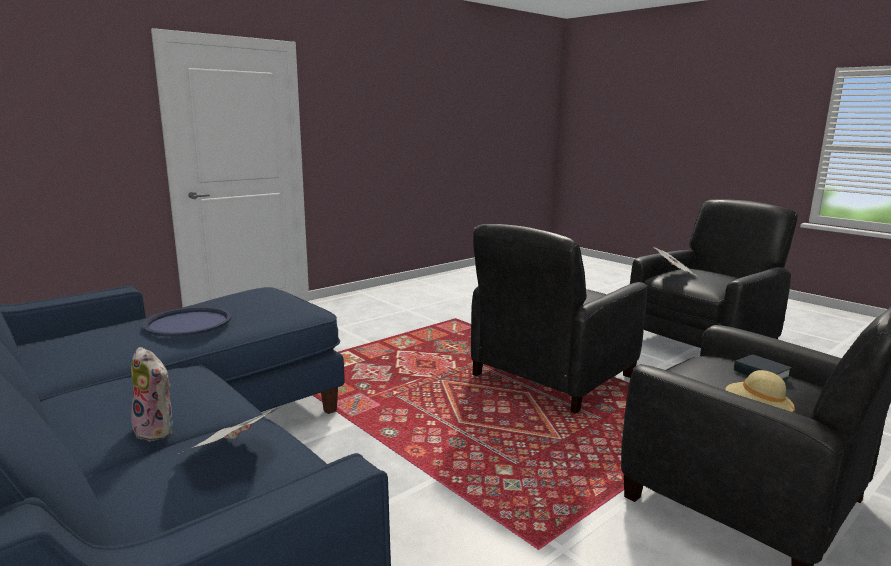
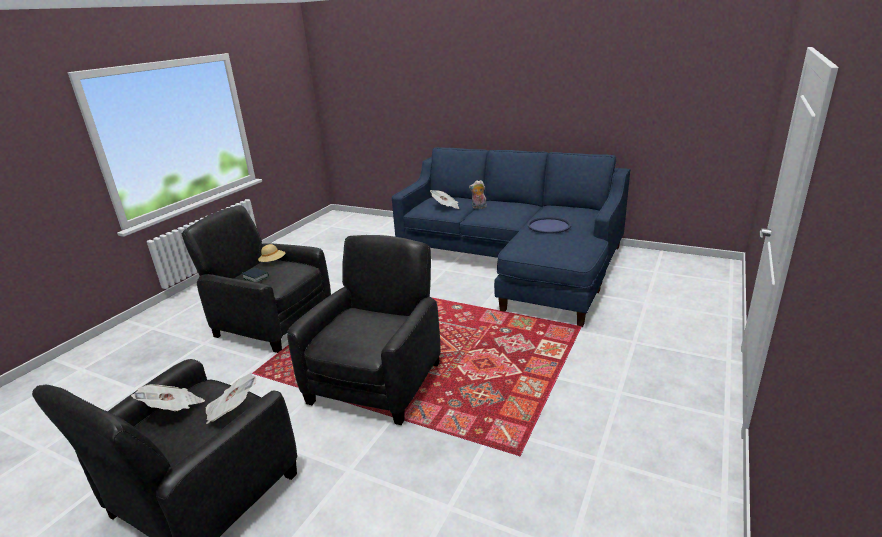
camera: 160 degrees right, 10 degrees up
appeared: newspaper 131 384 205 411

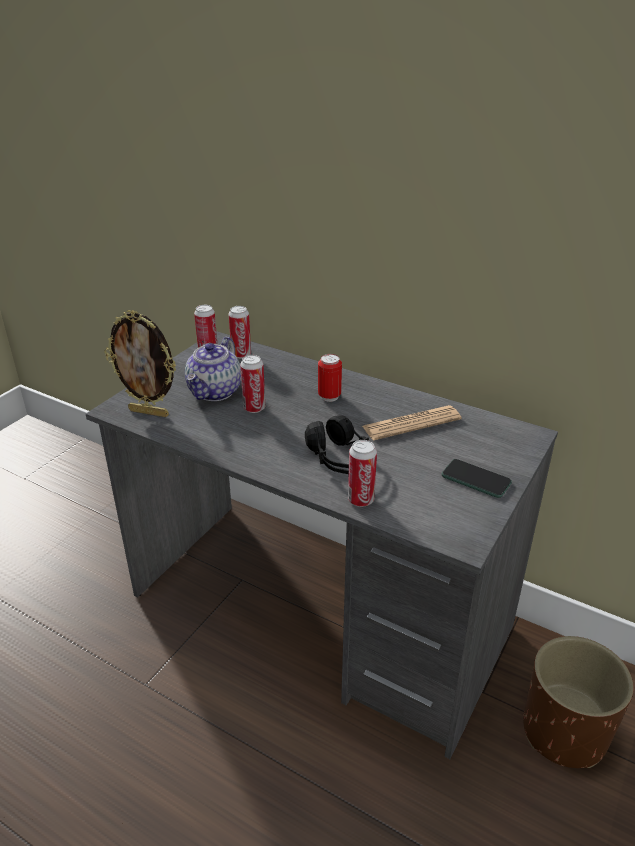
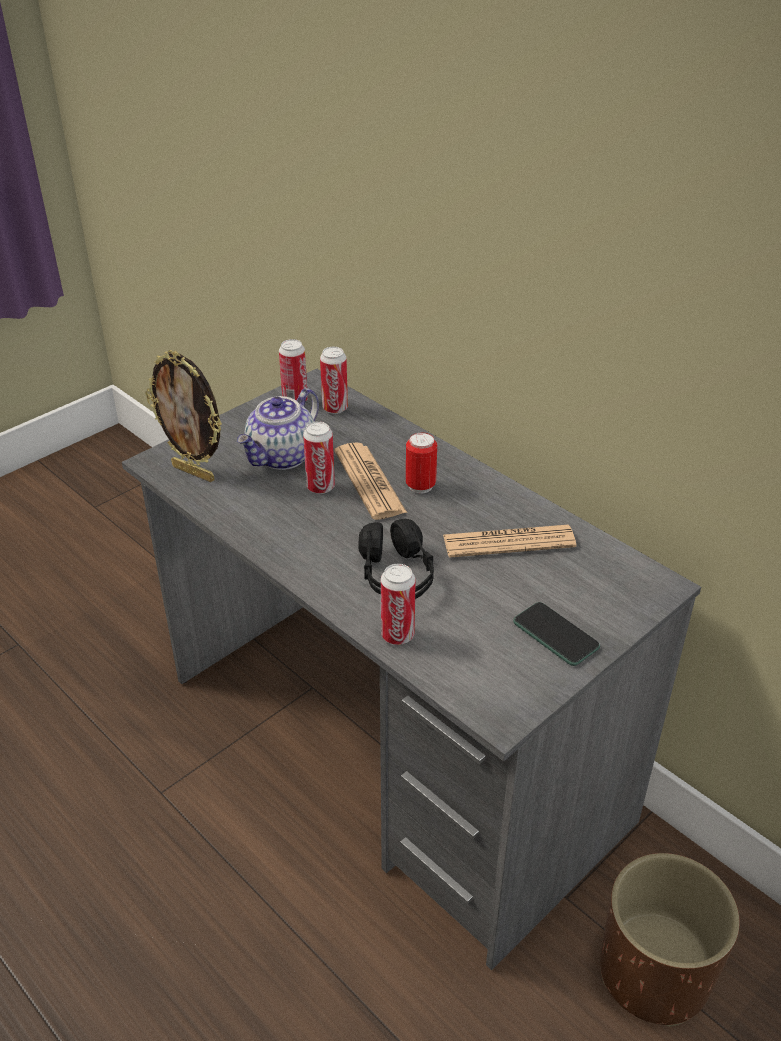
camera: 15 degrees right, 5 degrees up
appeared: newspaper 334 442 407 520

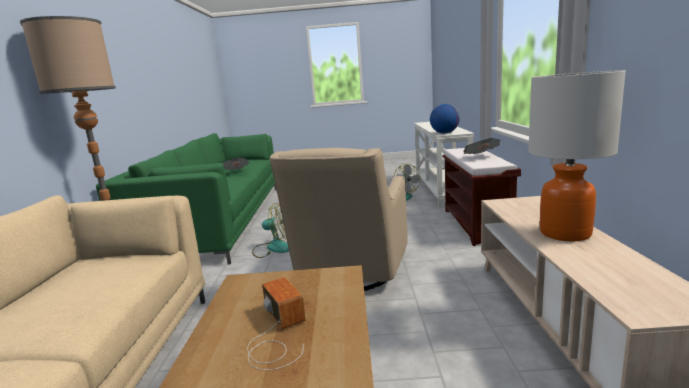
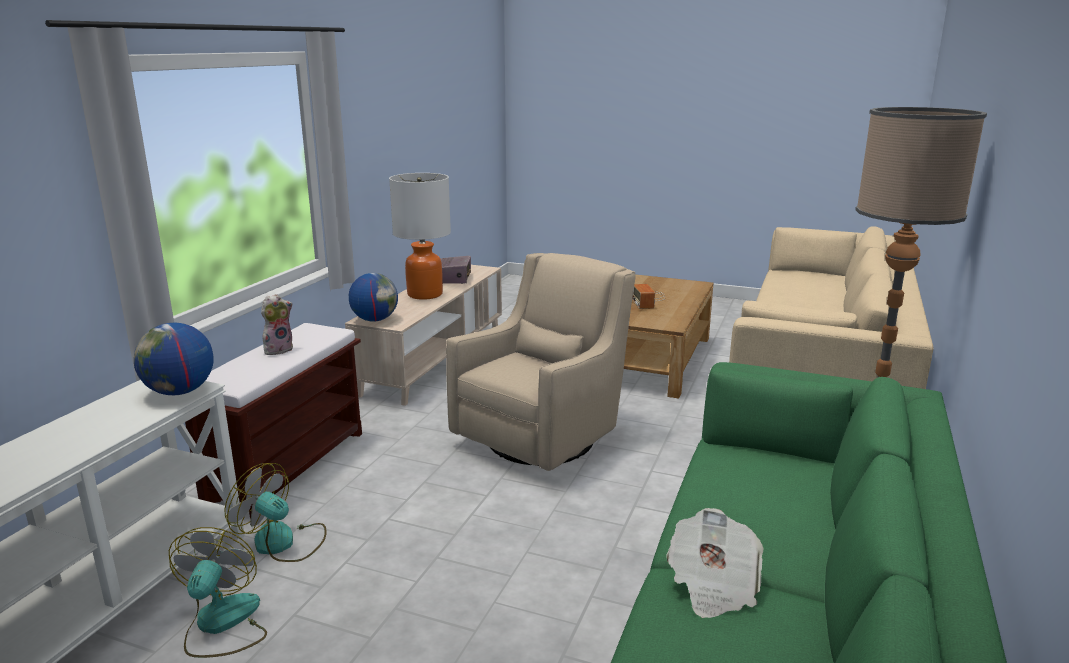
camera: 160 degrees left, 5 degrees up
appeared: radio 441 256 471 284; globe 349 273 398 322
relocated: fan 252 203 289 258 to 225 463 327 562
exchanged: newspaper 463 138 500 154 to plush toy 261 294 293 355

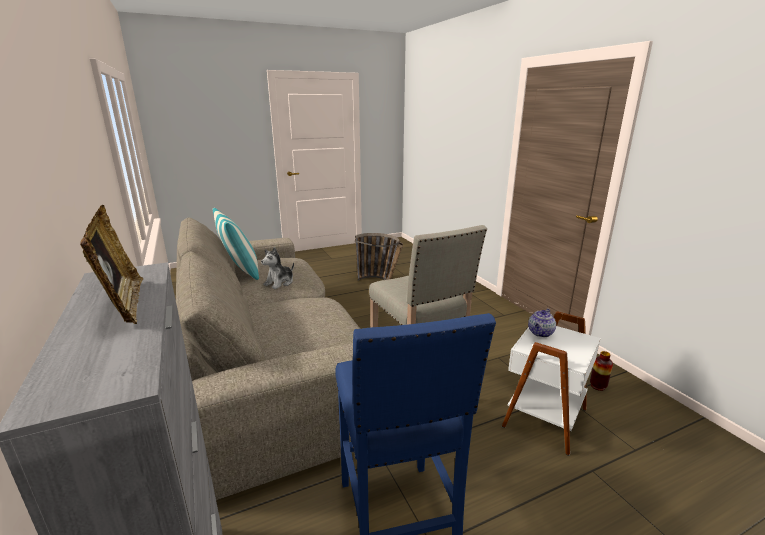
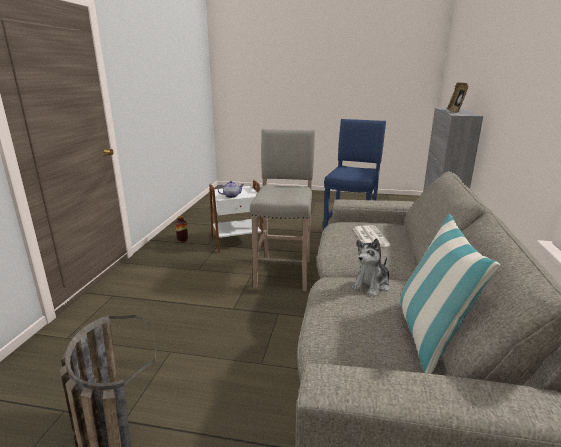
camera: 145 degrees left, 0 degrees up
appeared: newspaper 353 226 390 247
spun: plush toy 261 247 294 289 = 352 238 390 297 150 degrees clockwise

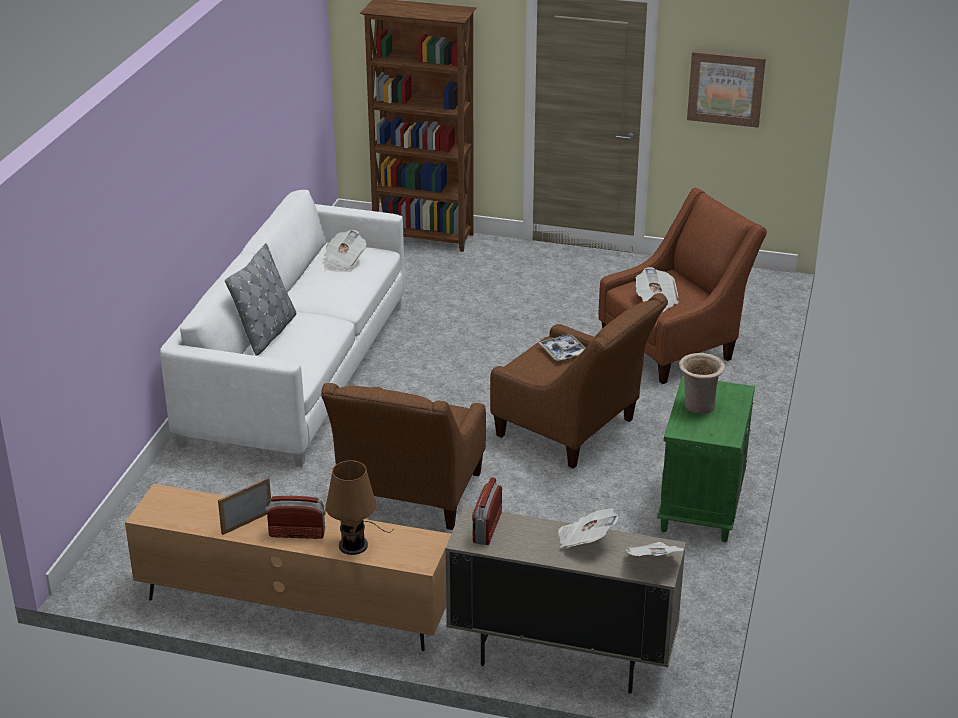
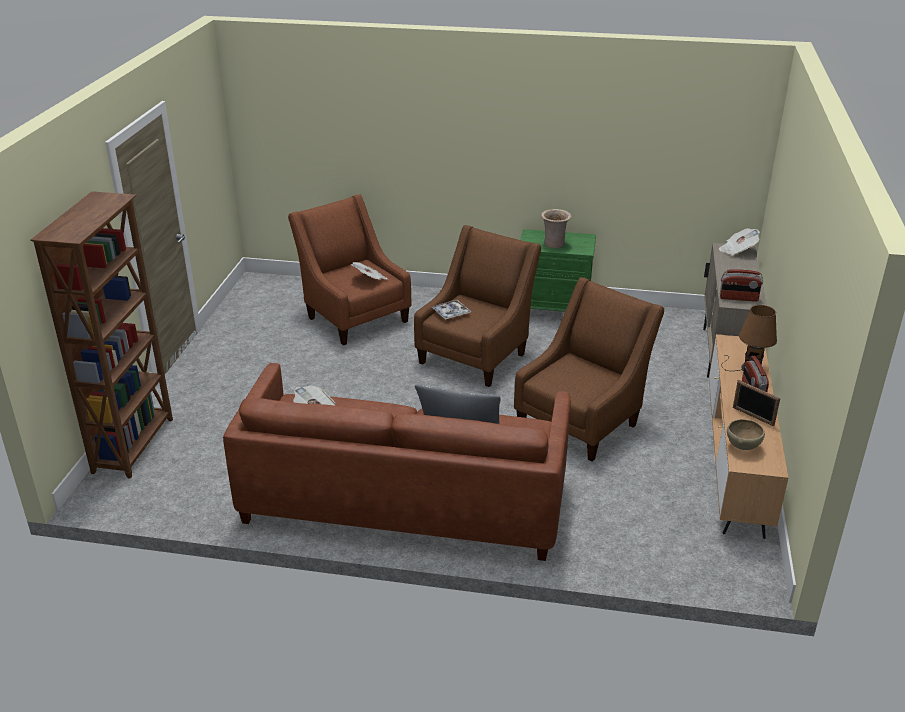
camera: 95 degrees left, 0 degrees up
missing: picture 687 51 766 128; newspaper 558 508 618 548
appeared: brown bowl 727 419 765 450
colour: white sofa 160 190 405 467 to brown sofa 223 363 571 561
spun: brown armchair 321 383 486 530 = 514 277 664 462 60 degrees counterclockwise

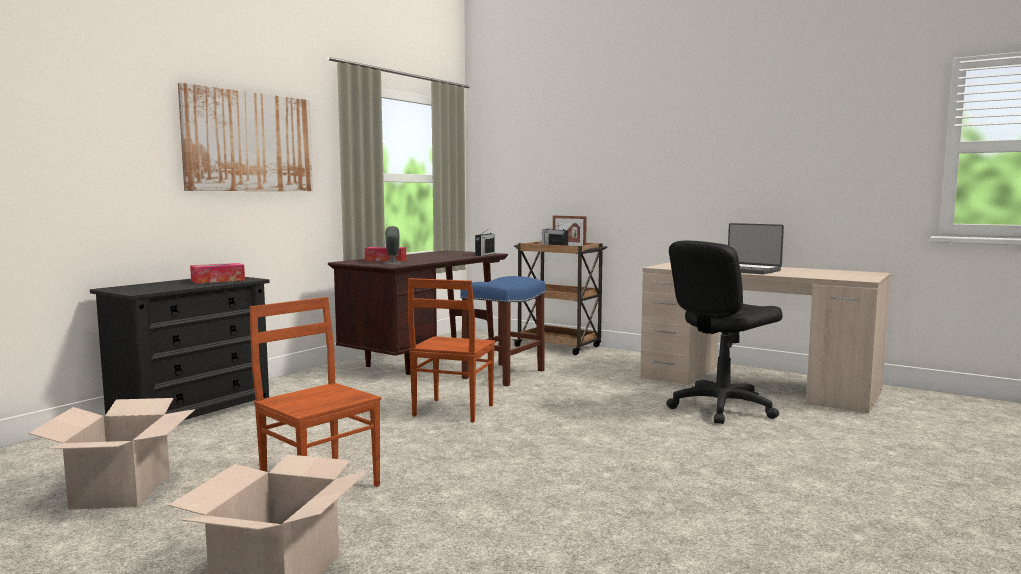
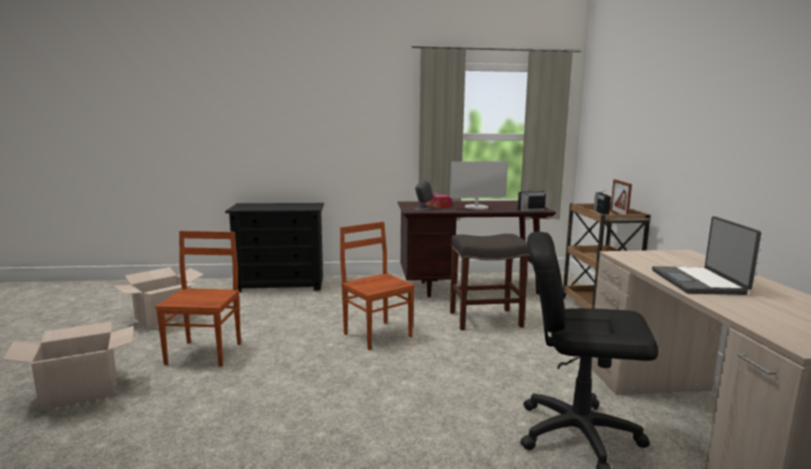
camera: 50 degrees right, 5 degrees up
missing: picture 178 83 313 191; tissue box 190 263 245 284
appeared: monitor 450 161 508 210
colour: blue stool 460 276 546 386 to grey stool 450 234 530 330
spun: brown chair 408 278 495 423 = 340 222 415 350 75 degrees clockwise

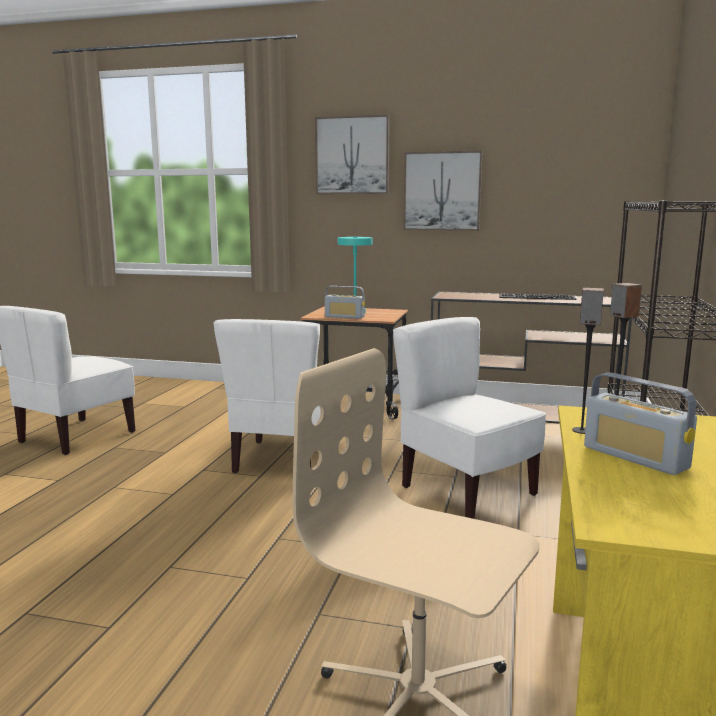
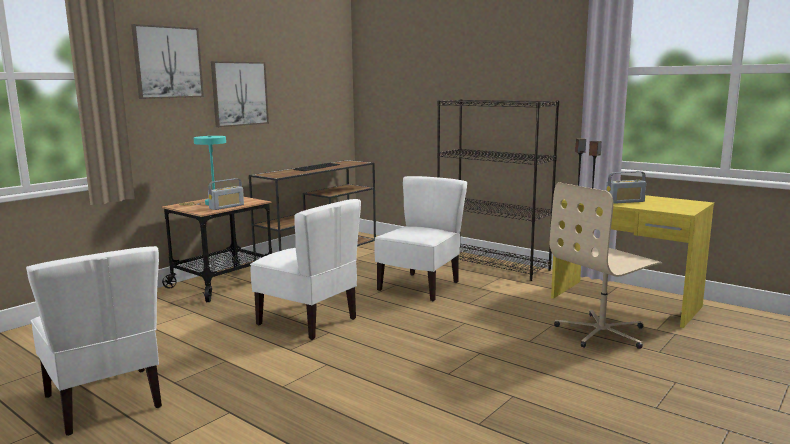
camera: 65 degrees left, 0 degrees up
spun: white chair 393 317 546 519 = 374 176 467 301 135 degrees clockwise

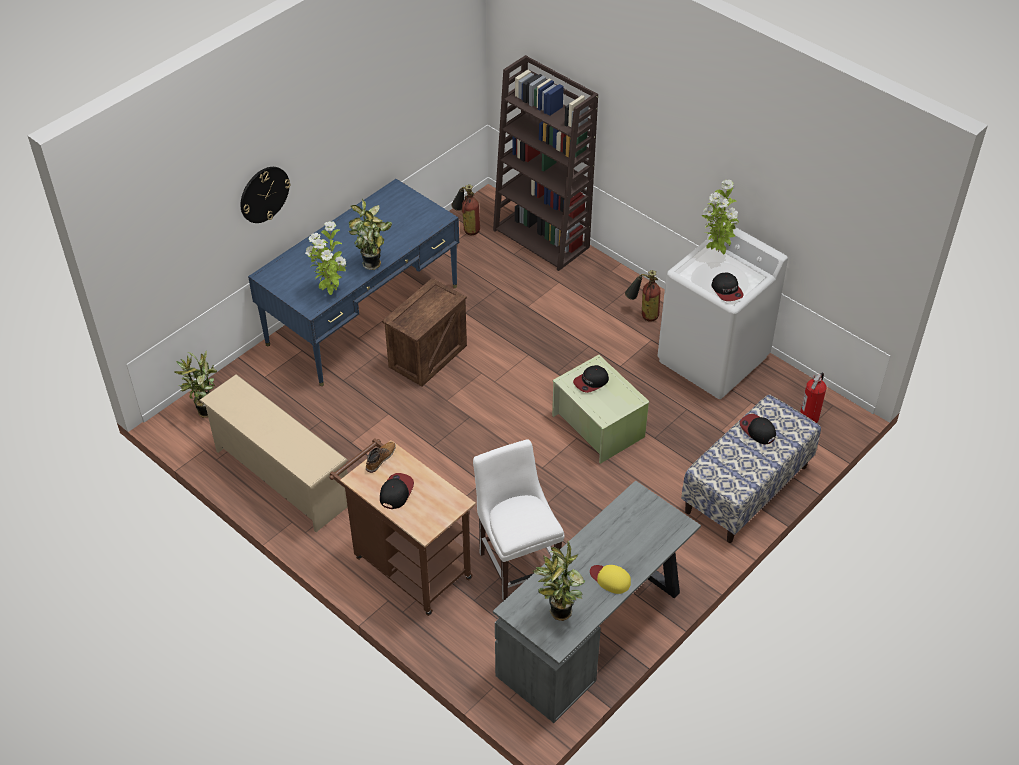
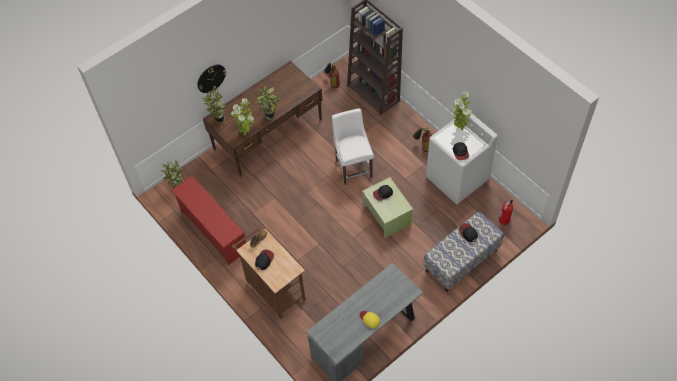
camera: 10 degrees right, 10 degrees up
missing: crate 382 278 467 387
relocated: white chair 473 439 565 601 to 332 108 374 185; potted plant 533 541 586 621 to 203 87 226 124
colour: blue desk 248 179 459 386 to brown desk 203 61 323 178; beige shoe rack 199 374 348 532 to red shoe rack 172 176 246 265

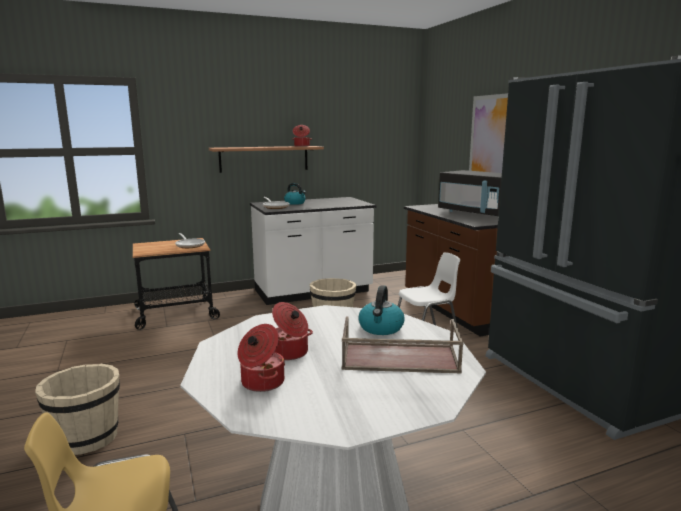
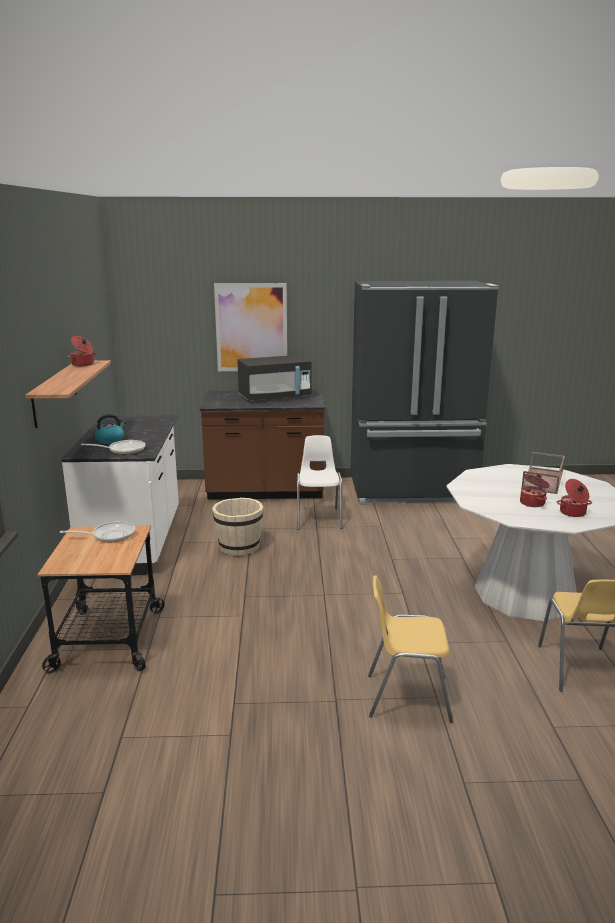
camera: 70 degrees left, 5 degrees up
missing: kettle 358 285 405 335
exchanged: beige bucket 35 364 120 455 to yellow chair 368 575 453 723

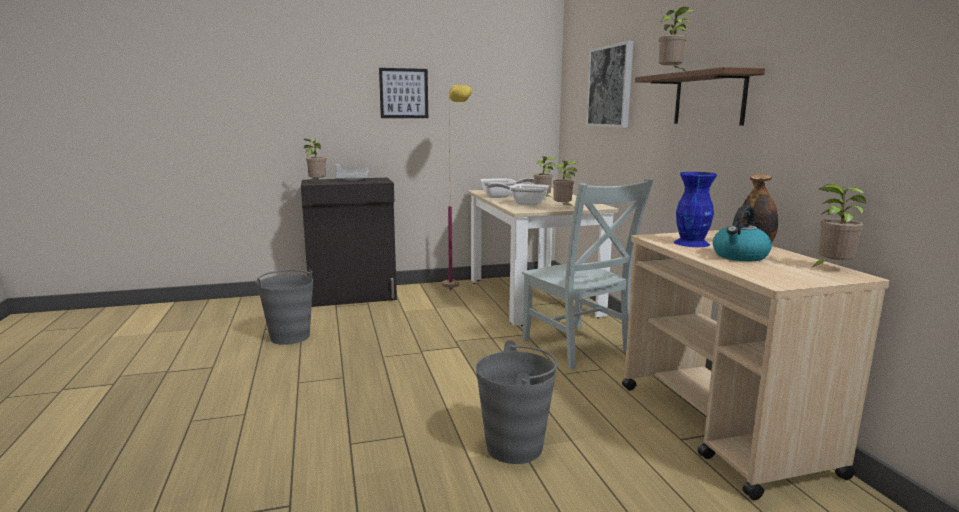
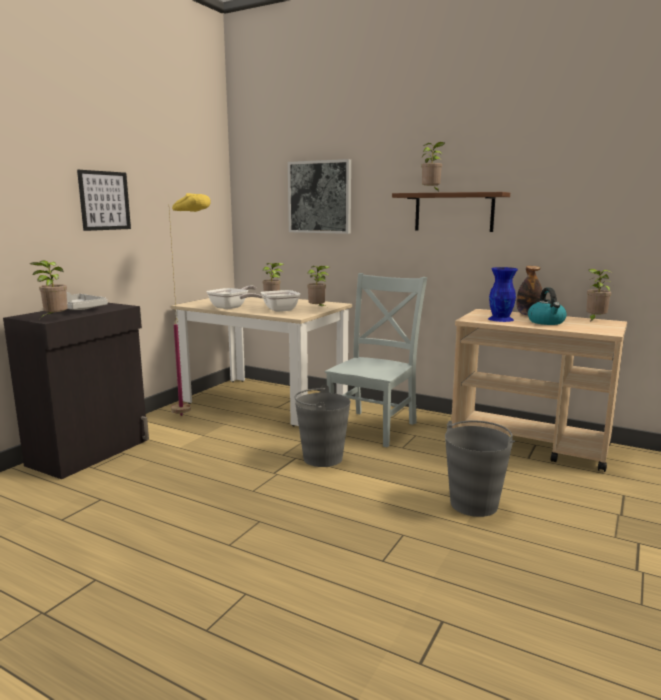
camera: 45 degrees left, 0 degrees up
relocated: grey bucket 255 269 313 345 to 294 385 350 467
spun: grey chair 522 179 654 369 = 325 273 427 447 75 degrees counterclockwise

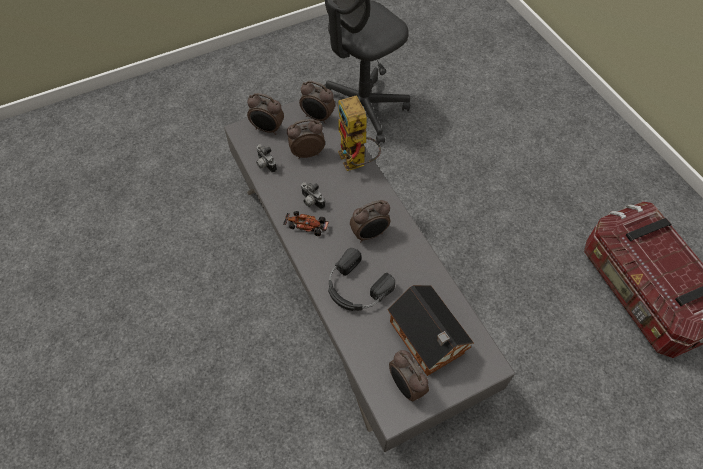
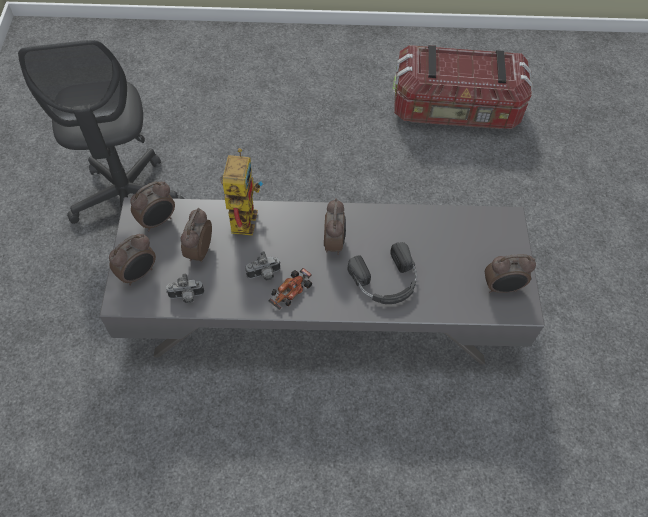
camera: 65 degrees left, 0 degrees up
missing: toy house 388 285 474 376
spun: toy robot 338 95 381 171 = 220 148 263 236 90 degrees counterclockwise

